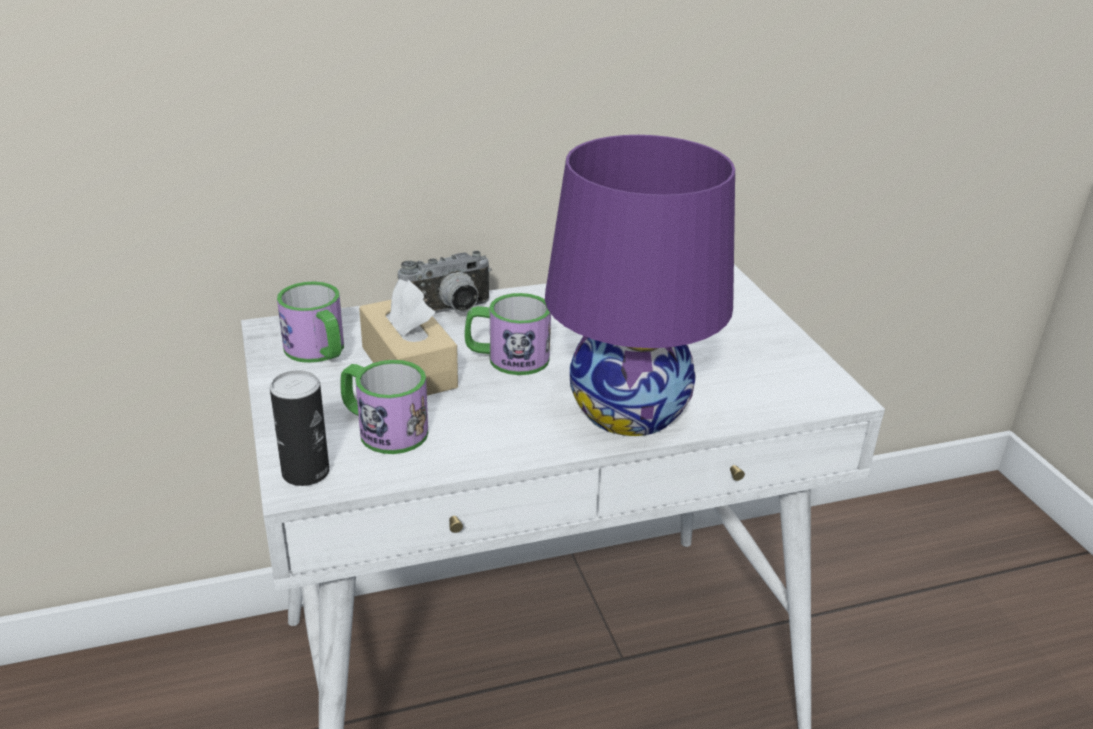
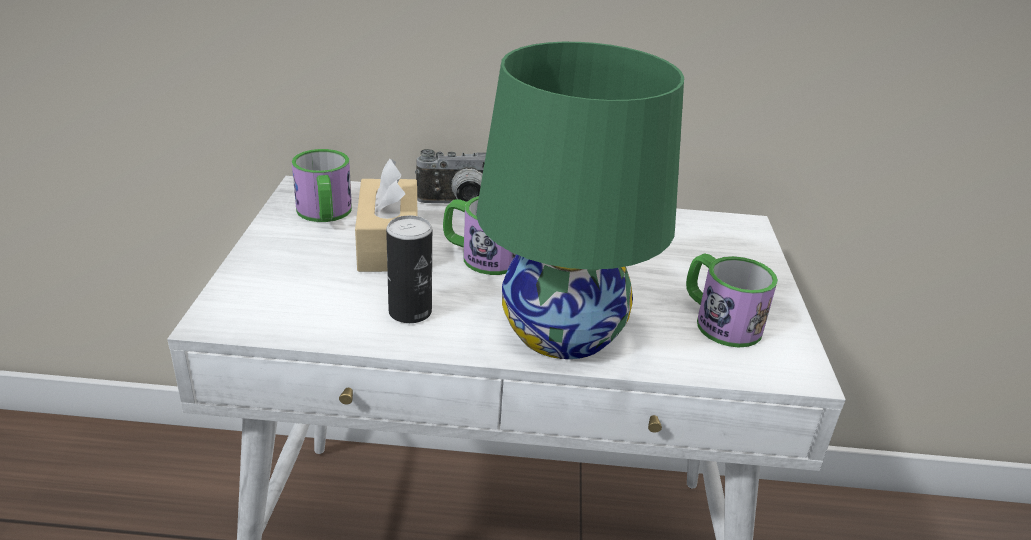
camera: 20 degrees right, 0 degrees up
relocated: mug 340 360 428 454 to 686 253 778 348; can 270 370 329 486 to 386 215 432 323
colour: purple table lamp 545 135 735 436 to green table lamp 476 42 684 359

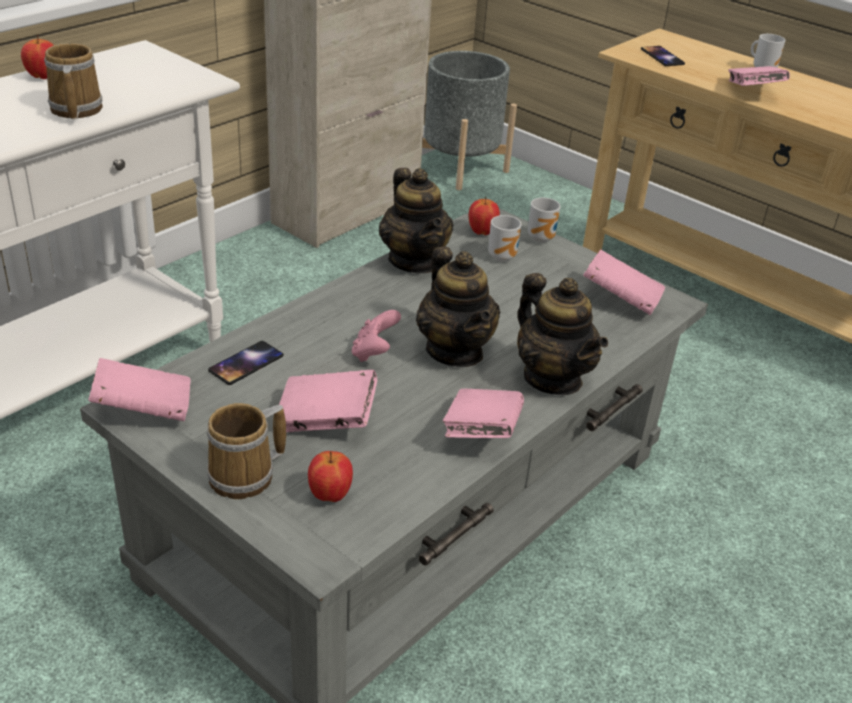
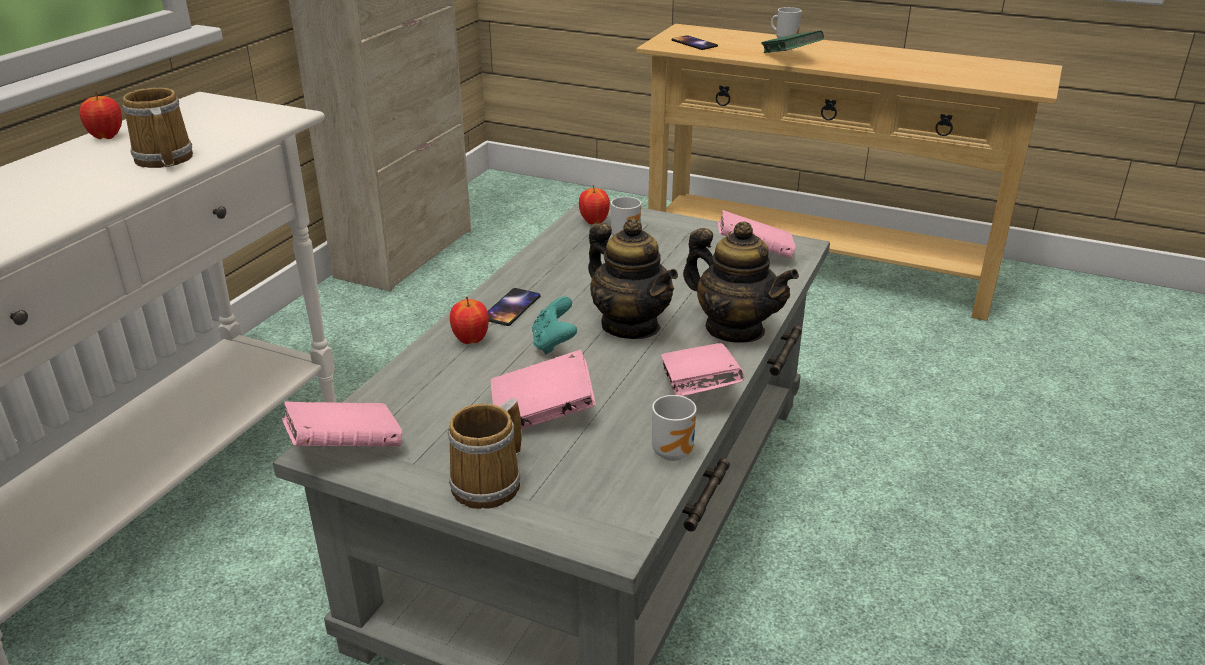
camera: 15 degrees left, 5 degrees down
missing: grey planter 422 51 517 190; teapot 379 168 454 274
relocated: mug 528 198 560 243 to 652 395 697 461; phone 208 341 283 385 to 488 288 541 326; apple 308 451 353 502 to 450 297 489 344
colour: pink book 728 66 790 86 to green book 761 30 824 53; pink game controller 352 310 401 362 to turquoise game controller 532 297 577 355

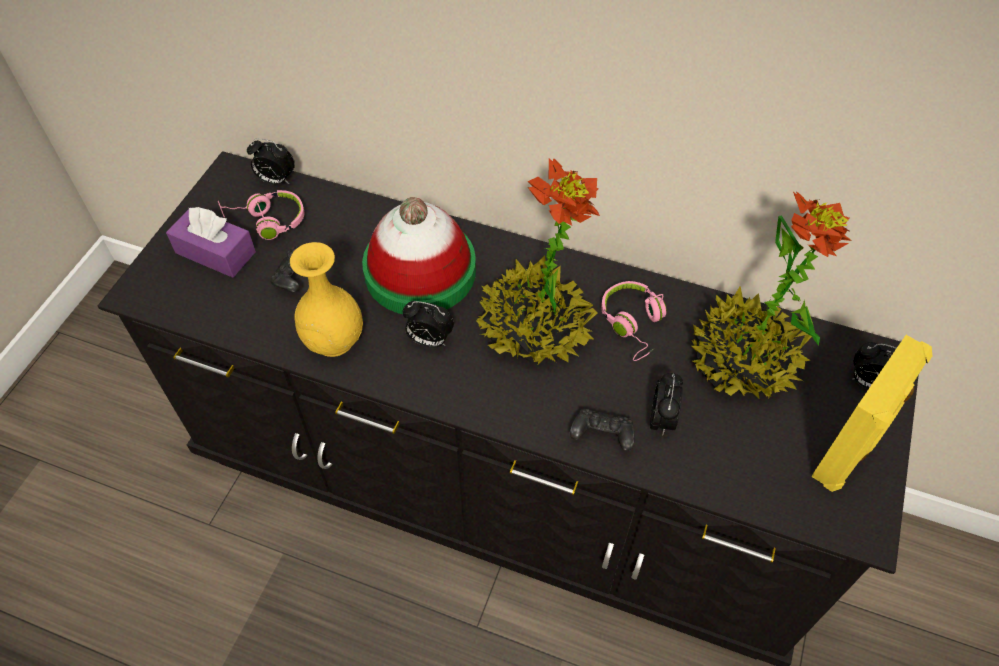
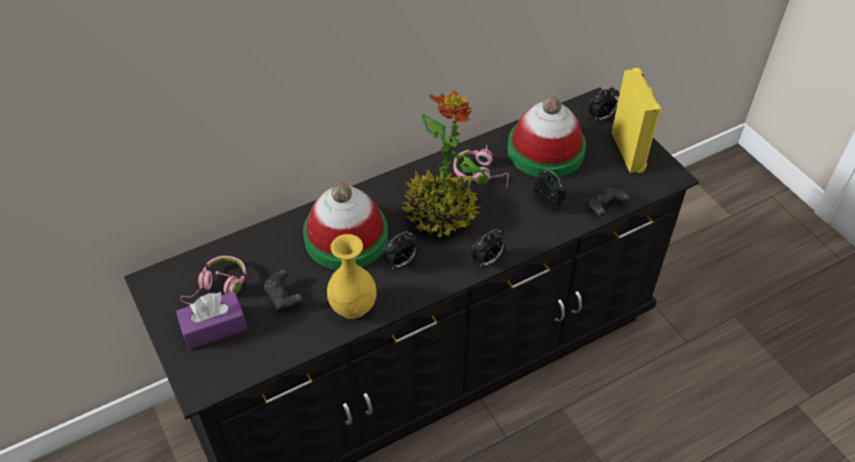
camera: 50 degrees left, 5 degrees down
relocated: alarm clock 247 138 295 184 to 470 229 505 268; black game controller 569 409 635 451 to 587 187 629 216
exchanged: potted plant 692 191 852 398 to hat 507 96 586 178

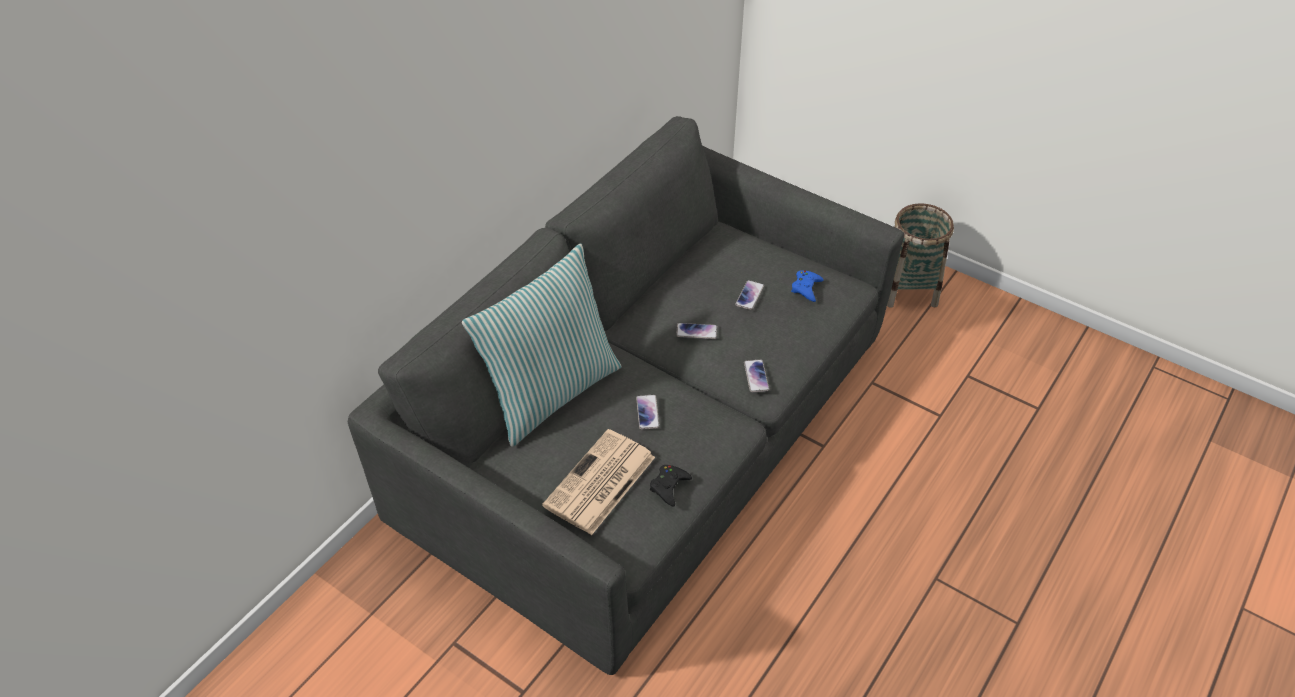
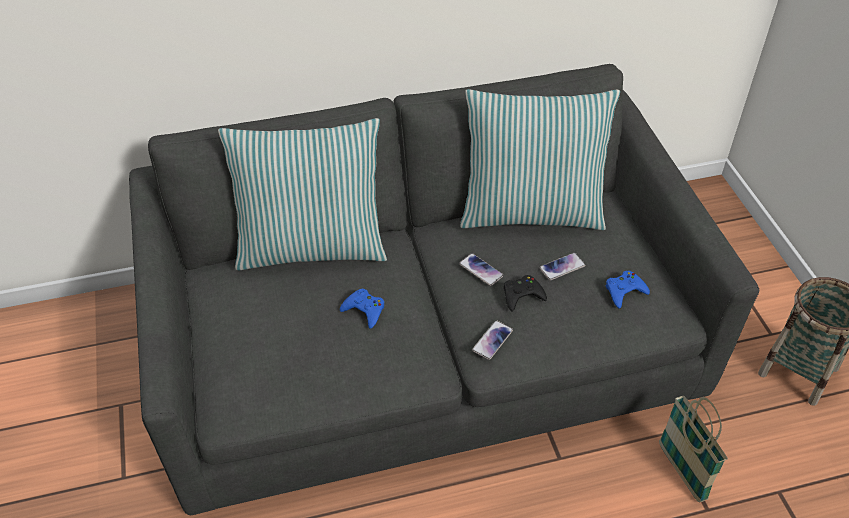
camera: 40 degrees right, 0 degrees up
missing: newspaper 542 429 655 535
appeared: pillow 460 89 620 230; basket 659 395 728 503
relocated: black game controller 650 465 692 507 to 504 275 547 311
exchanged: phone 636 395 660 430 to blue game controller 340 289 384 329

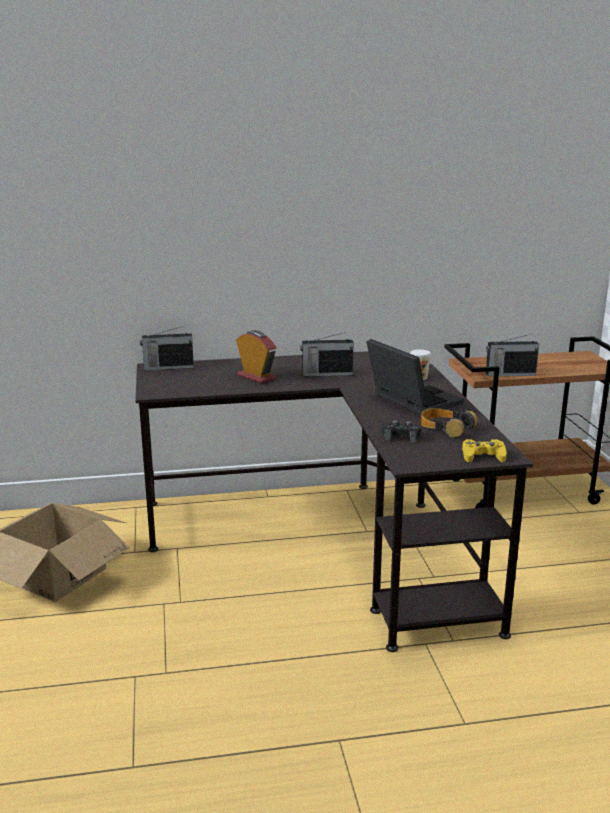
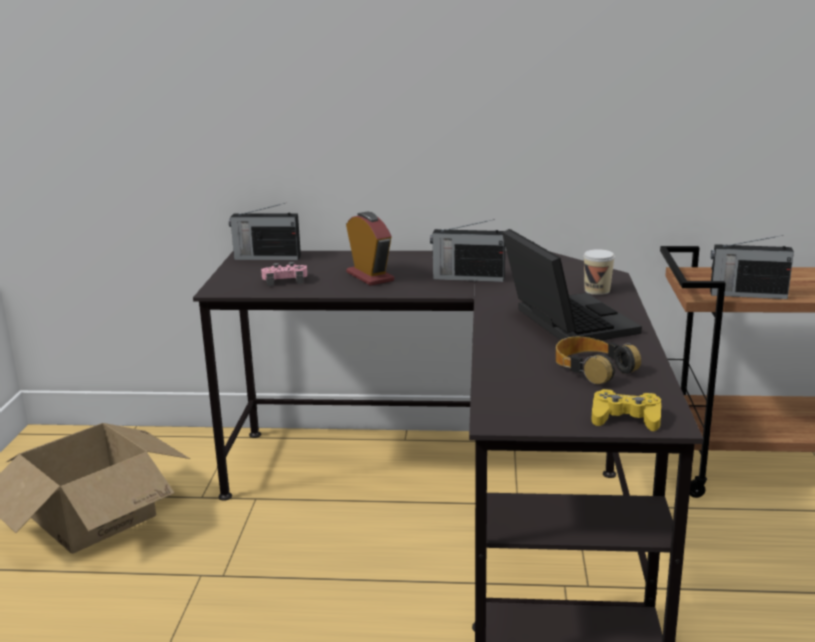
camera: 15 degrees right, 0 degrees up
missing: black game controller 381 420 422 442
appeared: pink game controller 261 262 307 286

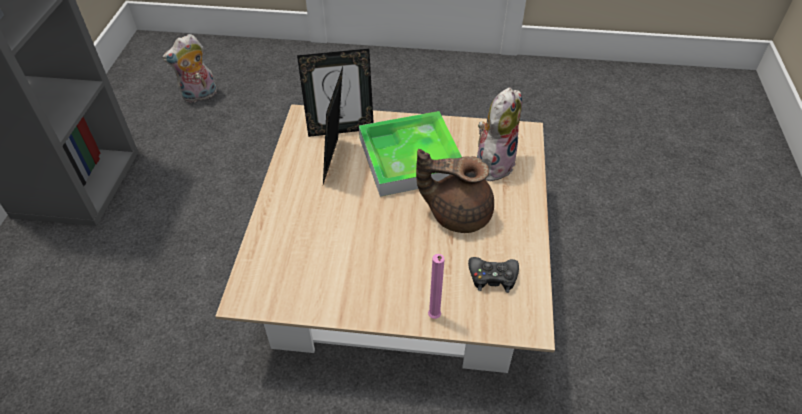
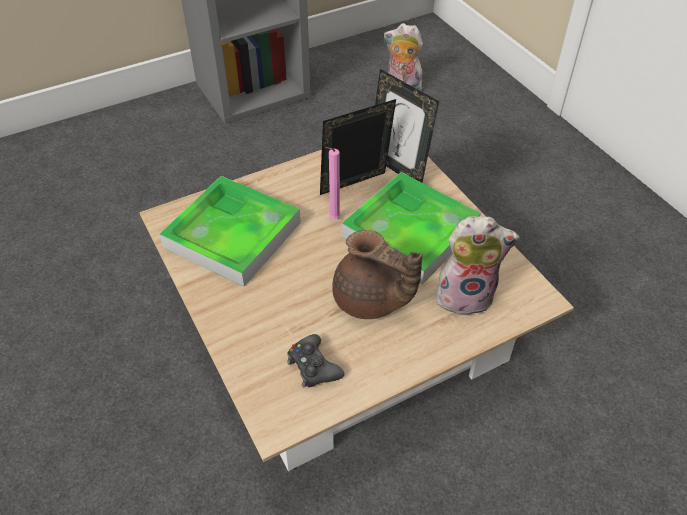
camera: 55 degrees right, 0 degrees up
appeared: tray 159 176 301 286
relocated: pink candle 428 254 445 319 to 324 147 341 220
spun: brown teapot 416 149 494 233 = 332 230 423 319 150 degrees clockwise

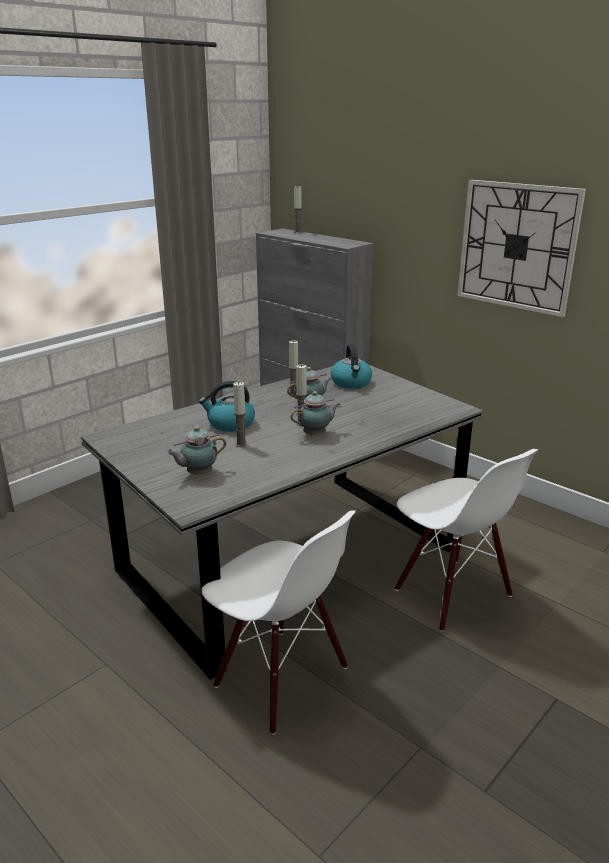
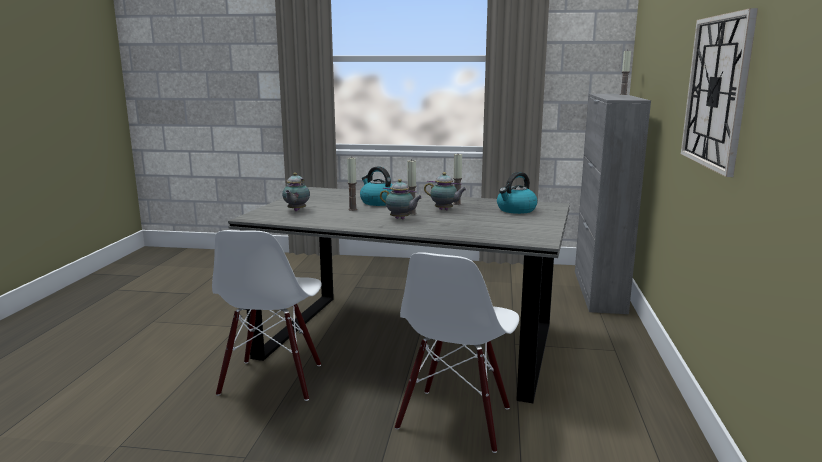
camera: 55 degrees right, 10 degrees down
spun: teapot 167 426 226 475 = 282 173 310 211 105 degrees counterclockwise

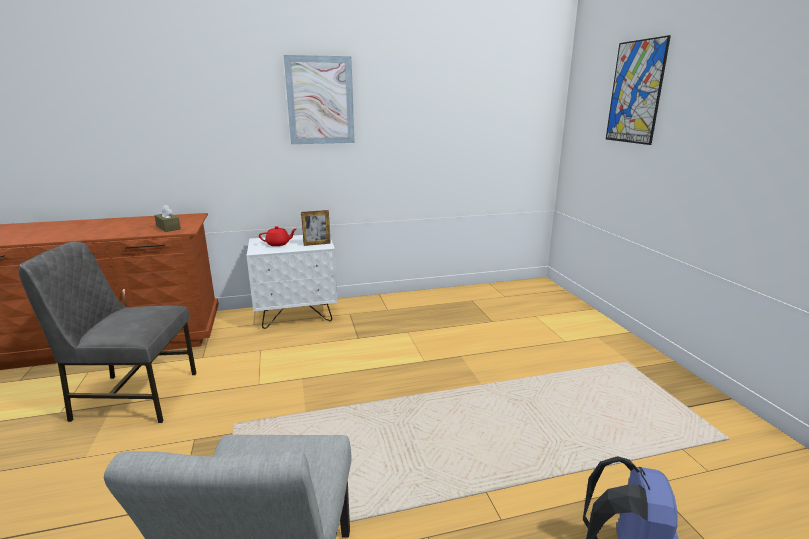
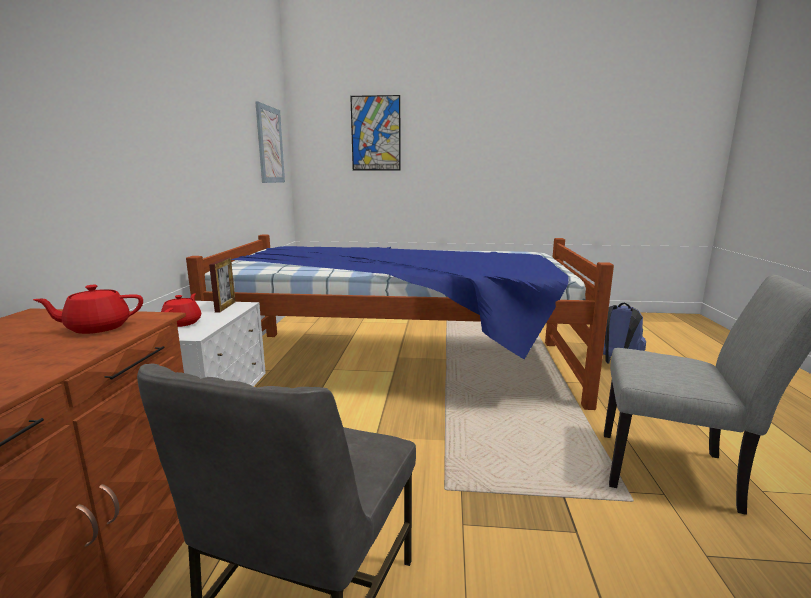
camera: 70 degrees left, 5 degrees down
appeared: bed 186 235 614 410
relocated: picture 284 55 355 144 to 255 101 285 183
exchanged: brown tissue box 154 204 181 232 to red teapot 32 285 143 334

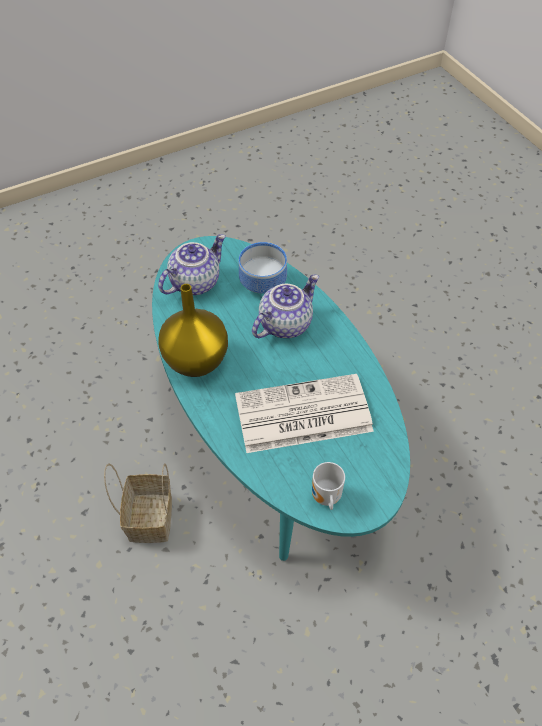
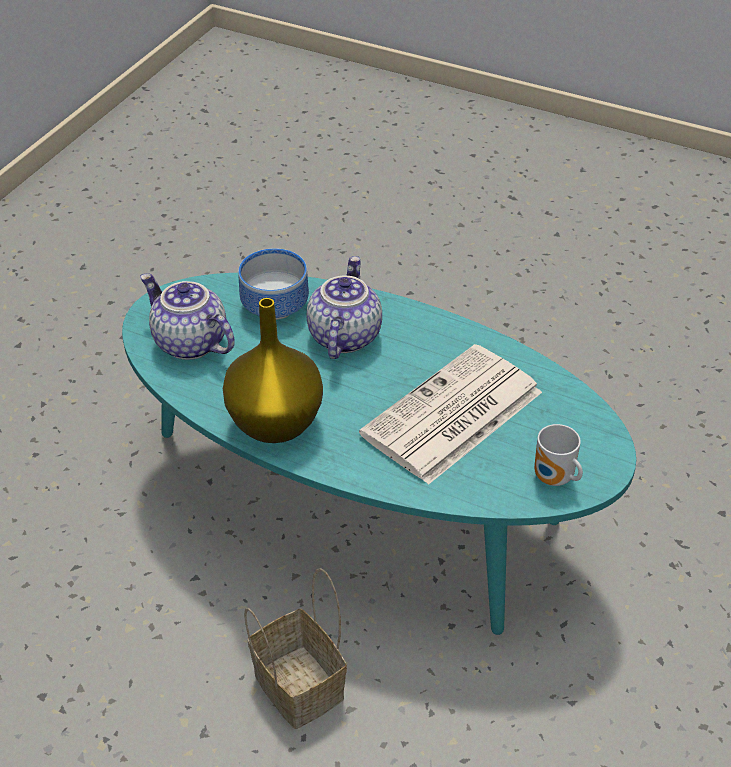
camera: 35 degrees left, 10 degrees down
spun: teapot 158 234 226 295 = 140 273 235 360 60 degrees counterclockwise

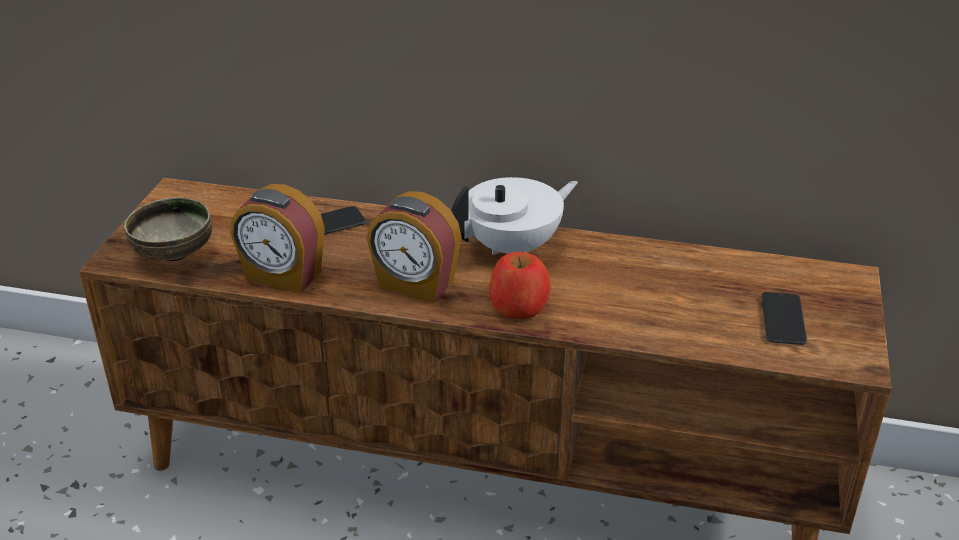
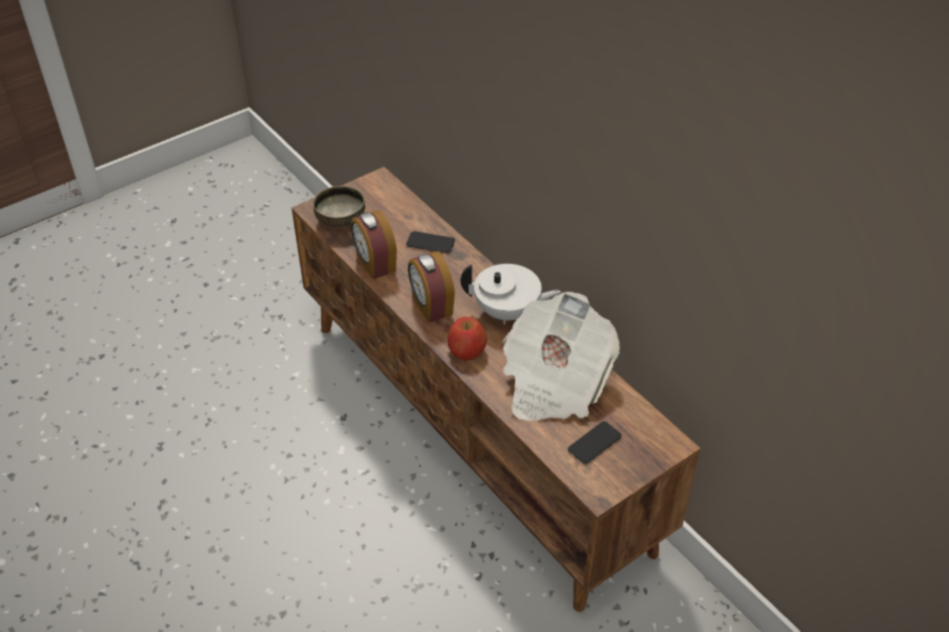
camera: 40 degrees right, 10 degrees up
appeared: newspaper 502 292 620 421

